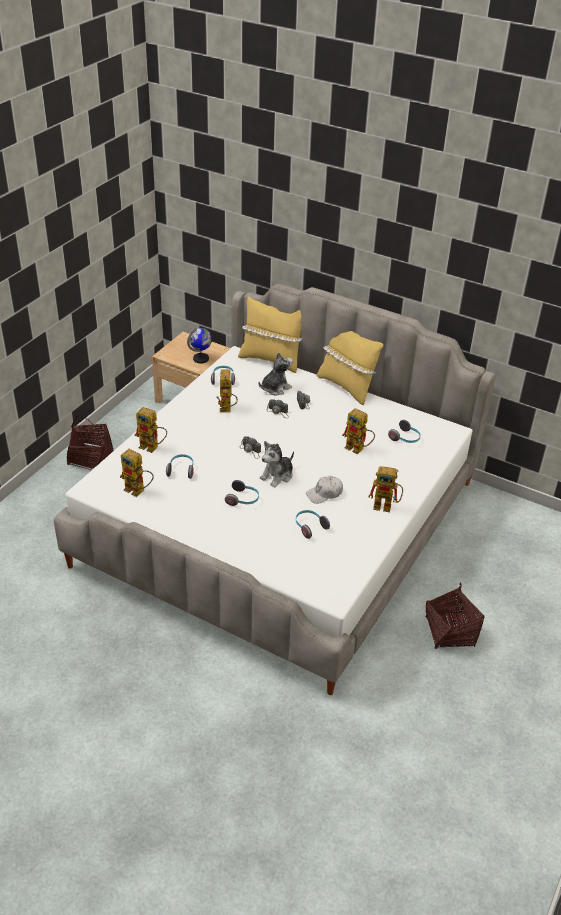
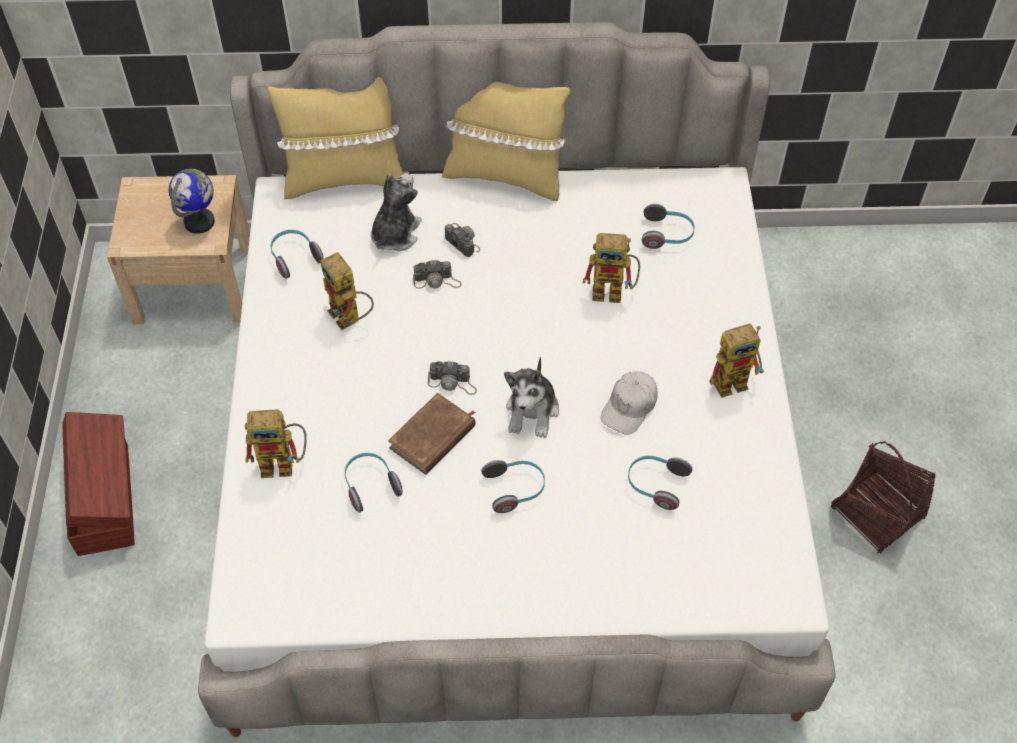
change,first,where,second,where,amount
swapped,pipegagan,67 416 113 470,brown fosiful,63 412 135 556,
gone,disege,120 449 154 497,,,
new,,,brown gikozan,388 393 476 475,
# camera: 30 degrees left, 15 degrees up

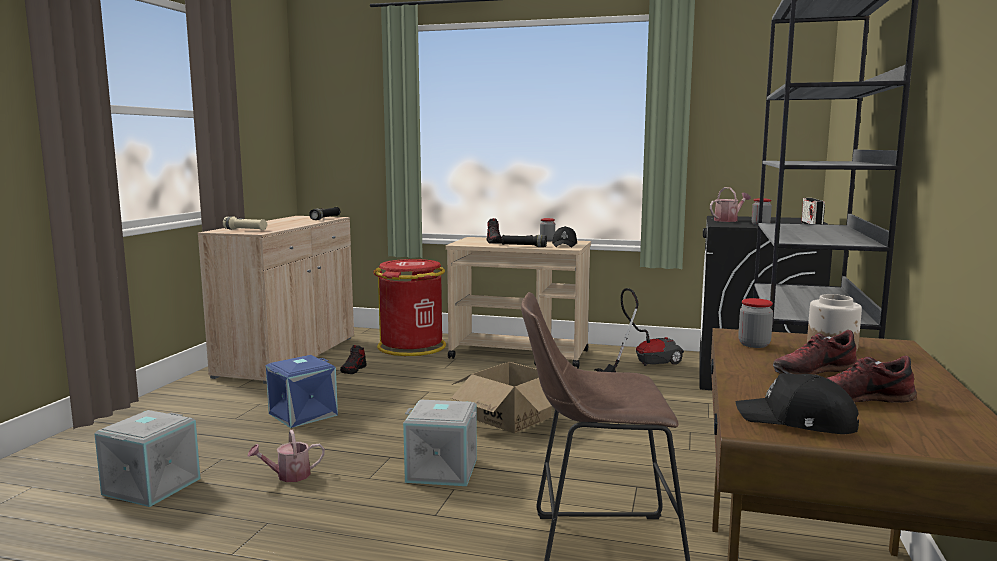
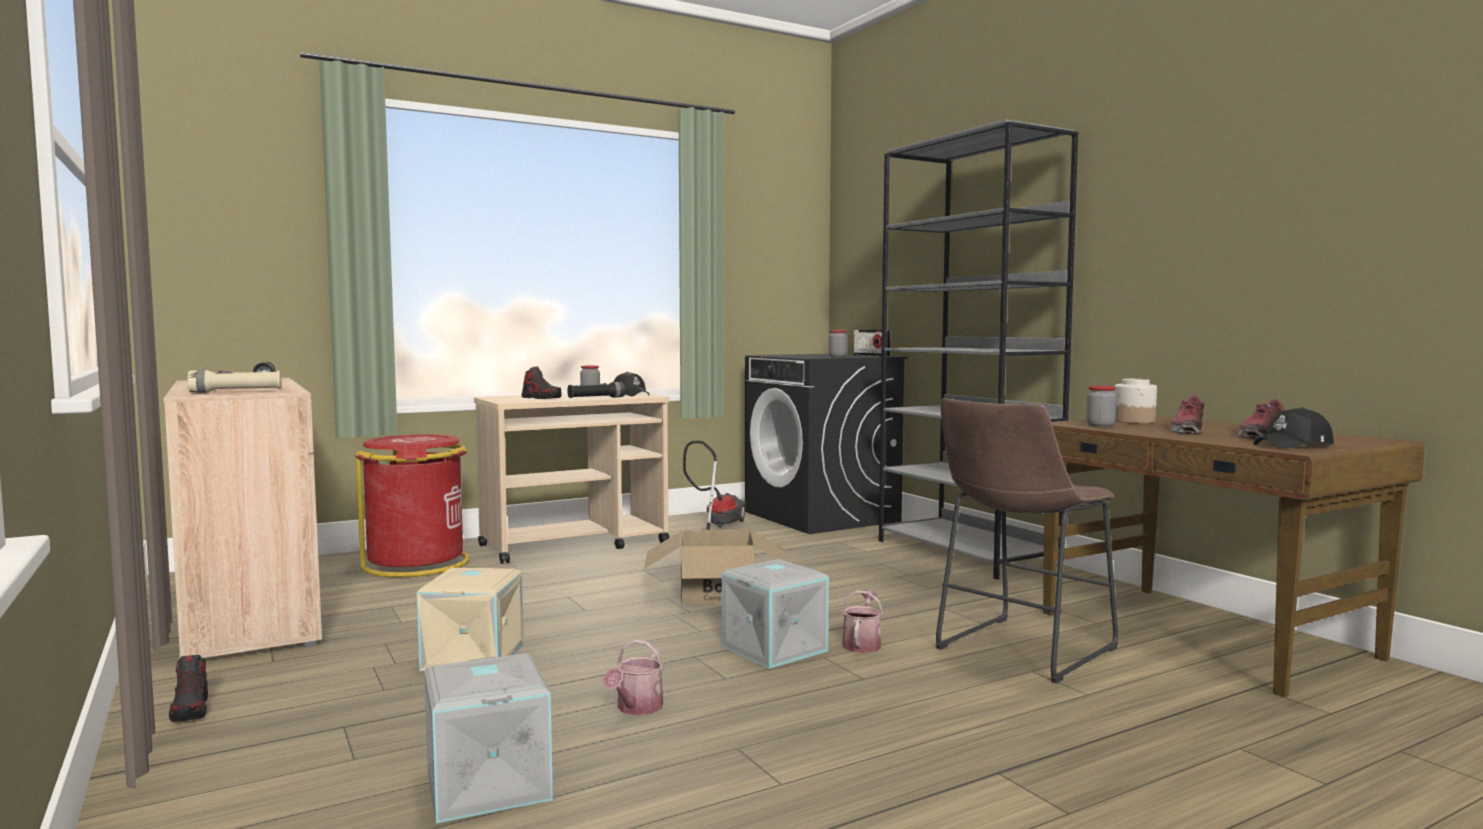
change,first,where,second,where,amount
repainted,blue fosiful,266 355 338 428,beige fosiful,417 568 524 671,
shifted,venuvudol,340 345 366 374,,169 655 208 722,
shifted,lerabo,710 187 751 222,,841 590 884 653,
# camera: 45 degrees left, 5 degrees down

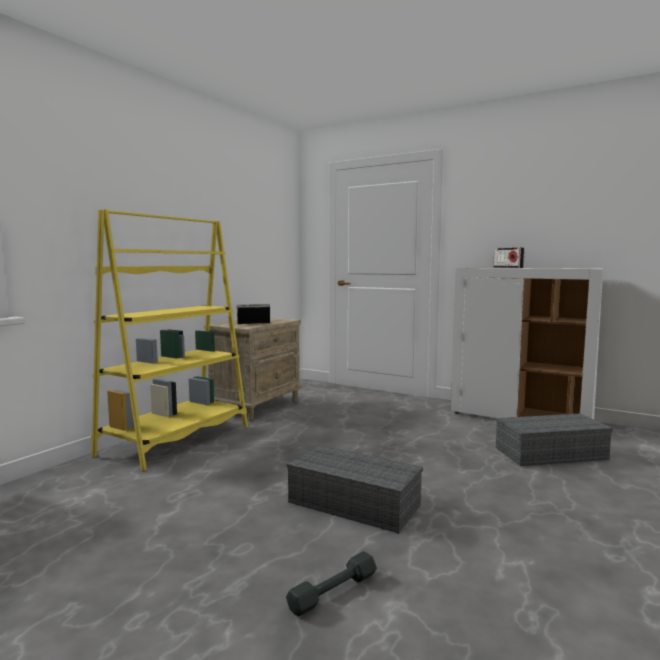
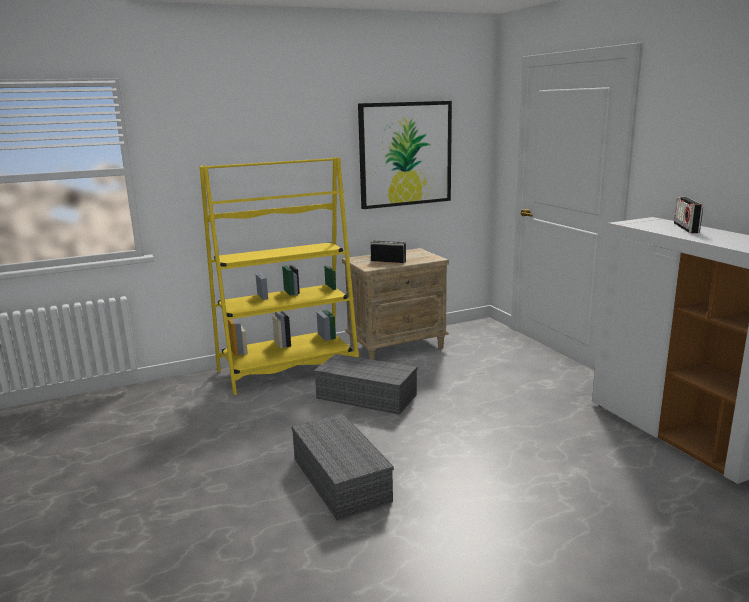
change,first,where,second,where,amount
gone,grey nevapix,286 551 377 616,,,
shifted,grey fosiful,496 414 613 466,,314 354 417 415,
new,,,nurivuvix,358 101 452 209,
# camera: 35 degrees right, 10 degrees up

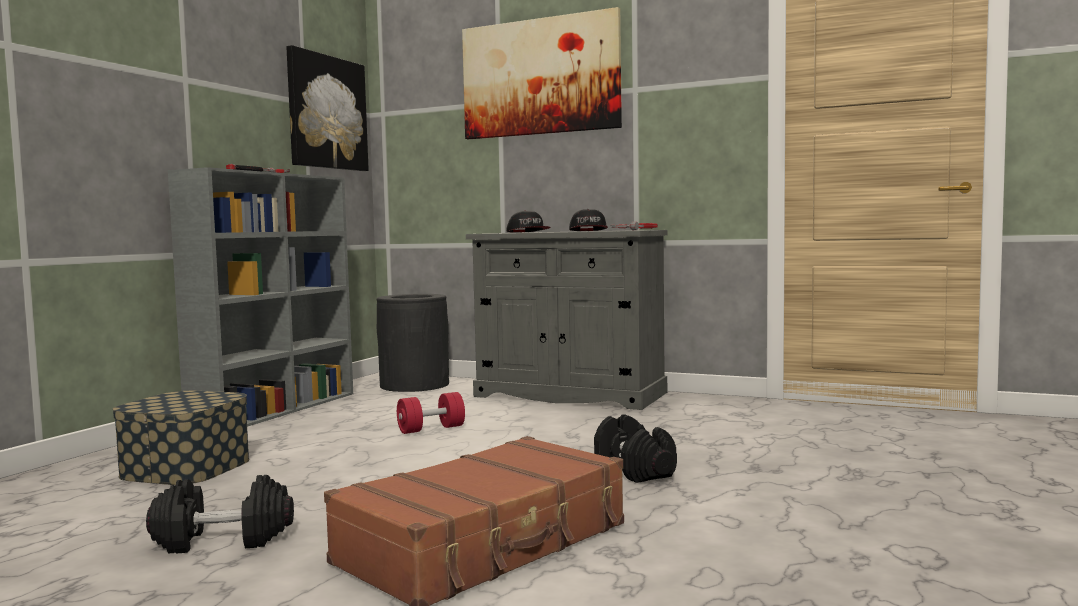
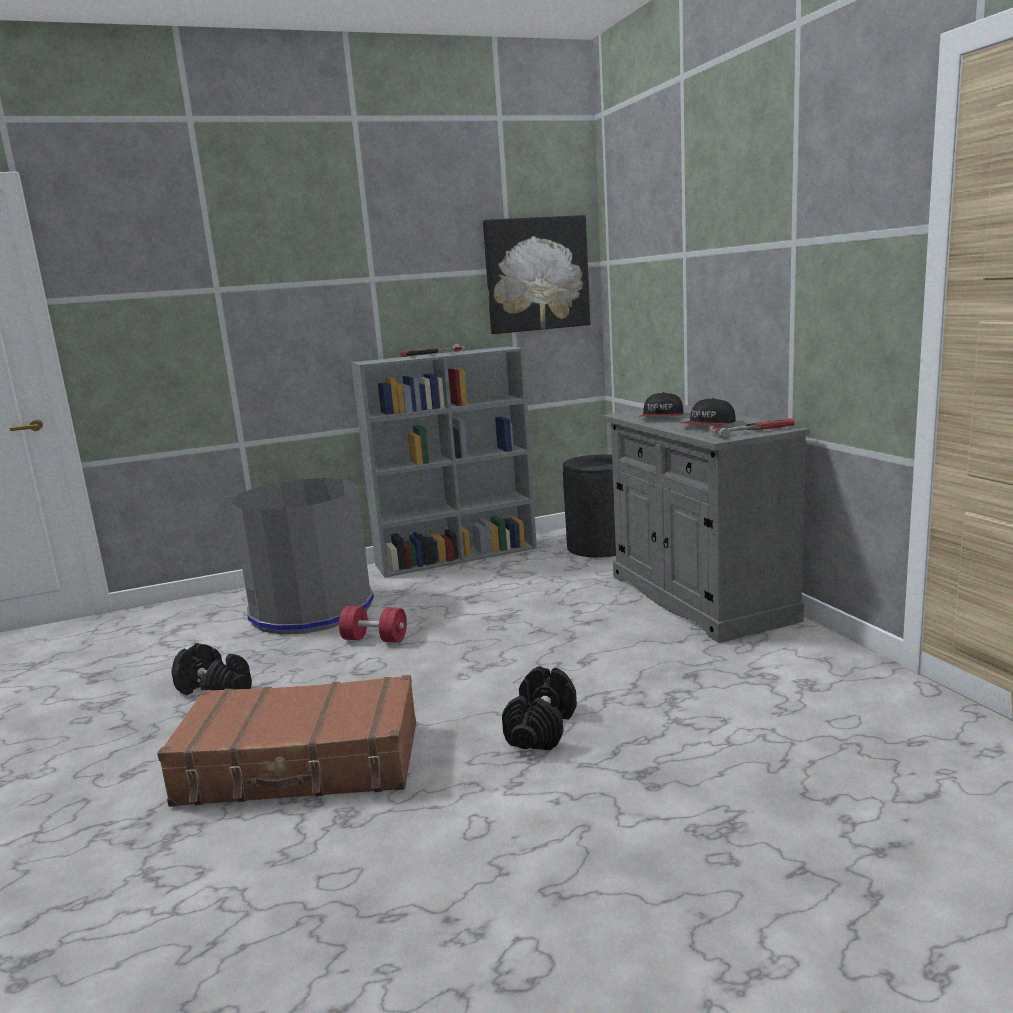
change,first,where,second,where,amount
swapped,fosiful,112 391 249 485,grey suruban,232 478 374 634,
shifted,red nevapix,397 392 465 434,,339 606 407 643,
gone,nurivuvix,462 7 622 139,,,
# camera: 45 degrees right, 10 degrees up

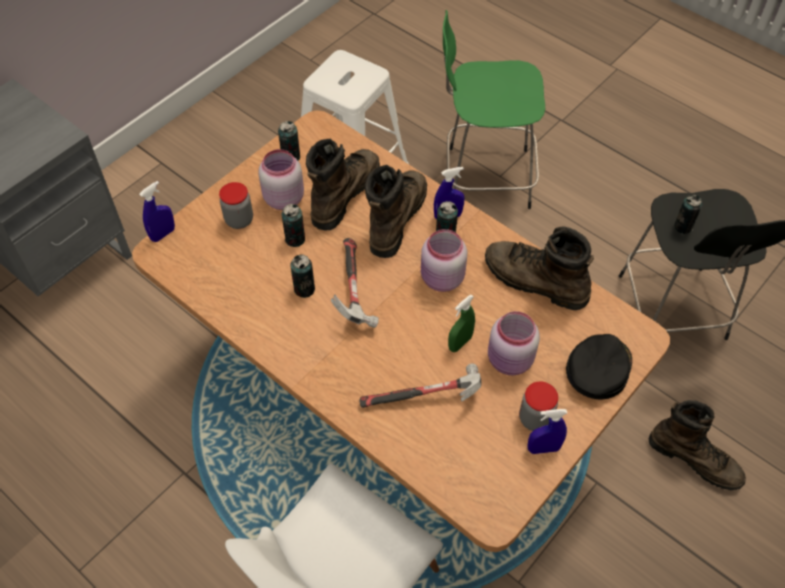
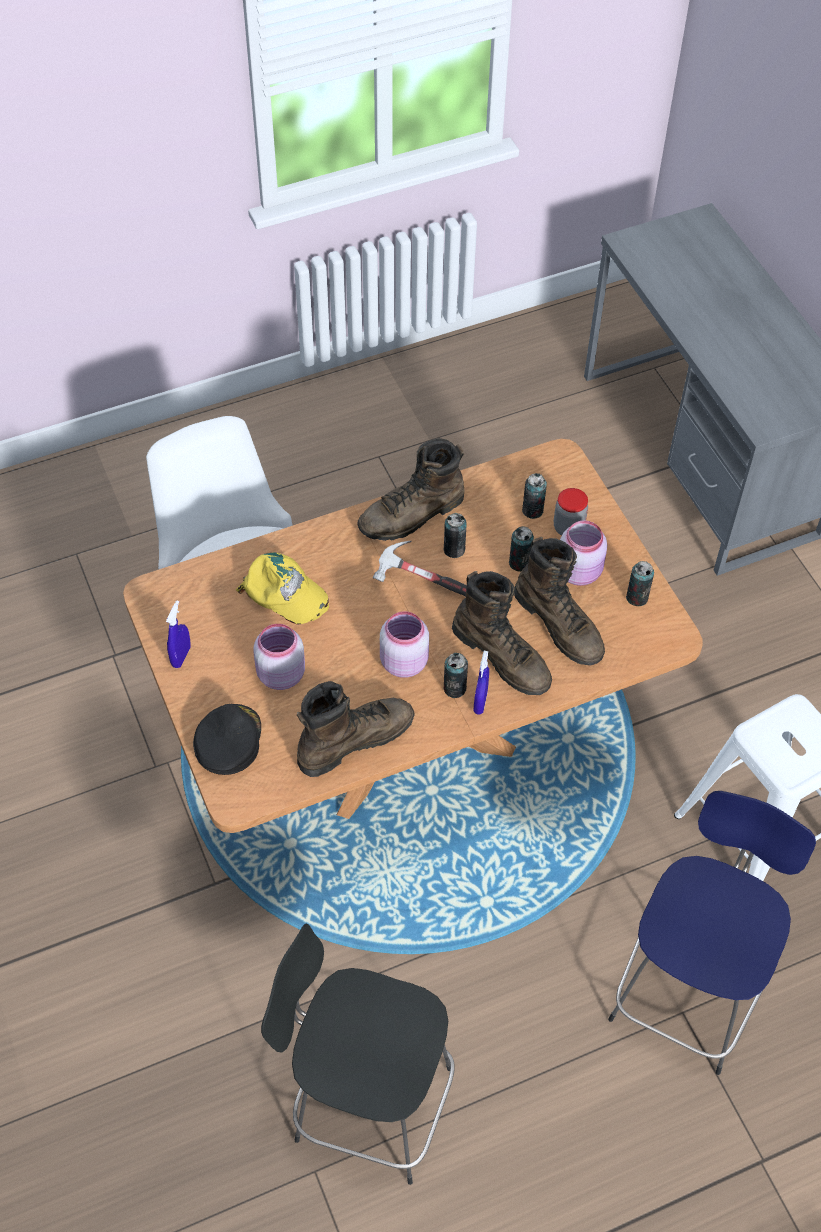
change,first,where,second,where,amount
gone,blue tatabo,139 181 175 242,,,
swapped,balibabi,359 363 481 408,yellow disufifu,236 552 329 624,
repainted,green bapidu,443 10 545 209,blue bapidu,608 791 816 1075,
gone,green tatabo,448 295 475 352,,,
gone,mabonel,519 382 558 431,,,
rotated,black disufifu,566 333 632 400,,193 704 261 775,135 degrees counterclockwise
shifted,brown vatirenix,649 400 746 490,,357 438 464 541,
shifted,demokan,674 195 703 234,,522 473 547 519,
# camera: 115 degrees right, 0 degrees up

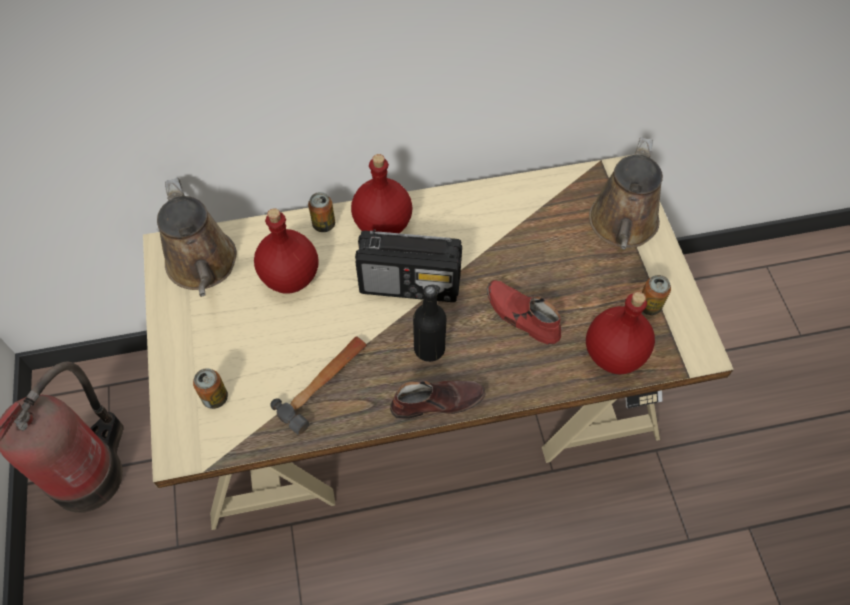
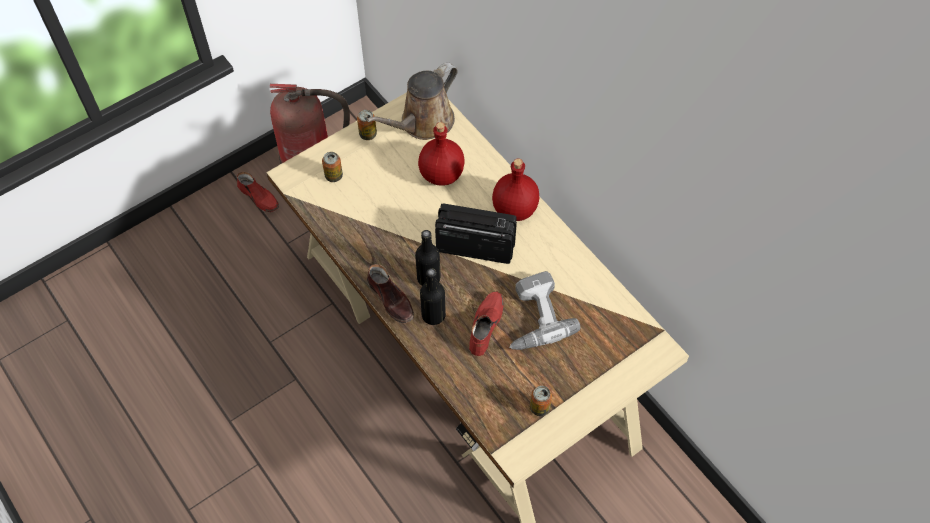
change,first,where,second,where,amount
gone,balibabi,271 336 367 435,,,
shifted,demokan,308 192 335 232,,357 110 377 140,
rotated,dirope,355 229 462 302,,435 203 517 264,120 degrees clockwise
gone,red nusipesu,586 292 655 374,,,
gone,brown lerabo,589 137 663 250,,,
new,,,red venuvudol,237 172 279 212,
new,,,black nusipesu,420 268 446 325,
new,,,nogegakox,509 271 580 350,
# camera: 65 degrees right, 0 degrees up

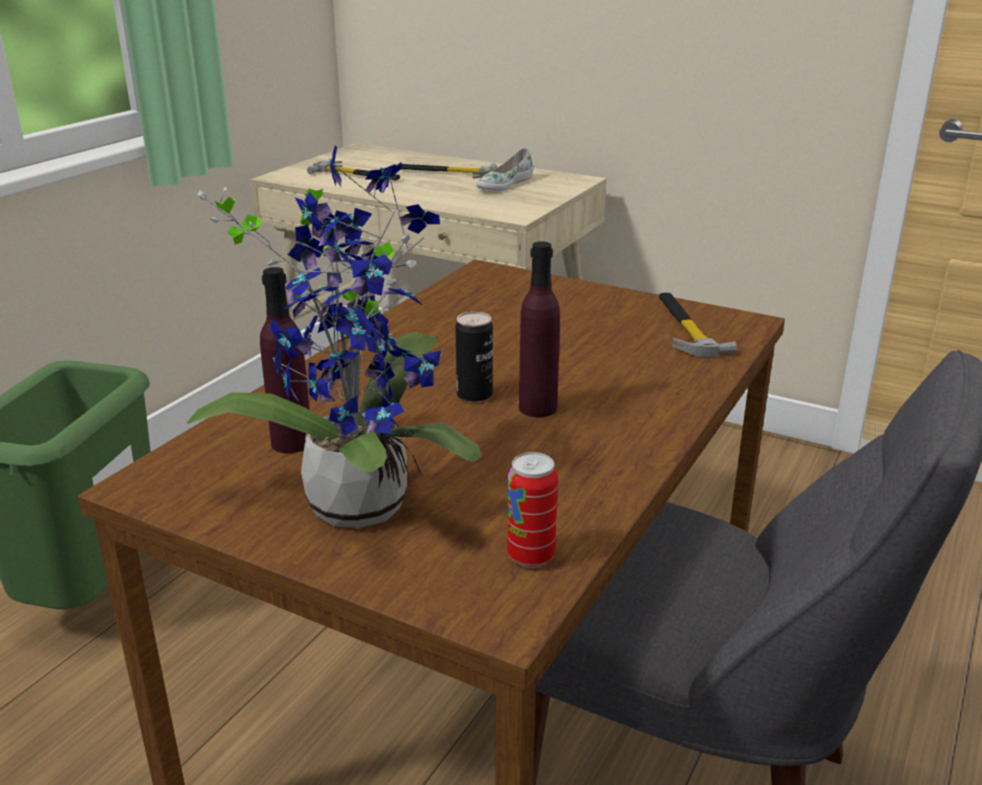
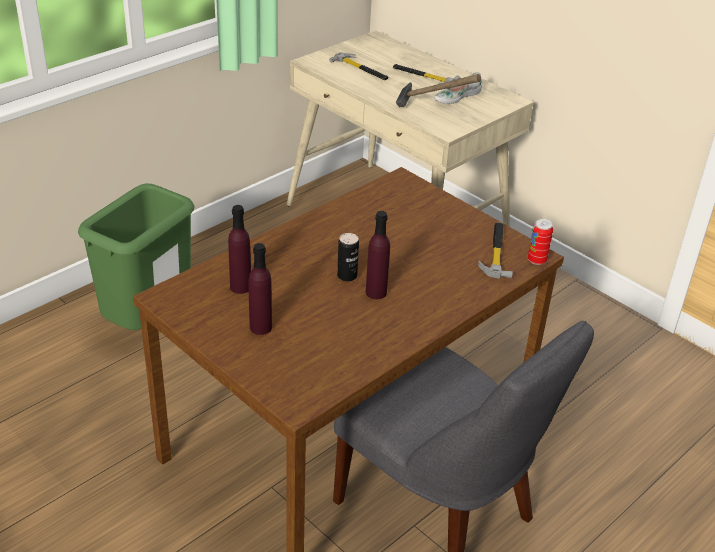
change,first,where,second,where,amount
swapped,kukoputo,187 146 481 528,purple nusipesu,248 243 272 335,
shifted,demokan,507 452 558 568,,528 219 553 265,
new,,,balibabi,396 74 481 108,
# camera: 15 degrees right, 10 degrees up

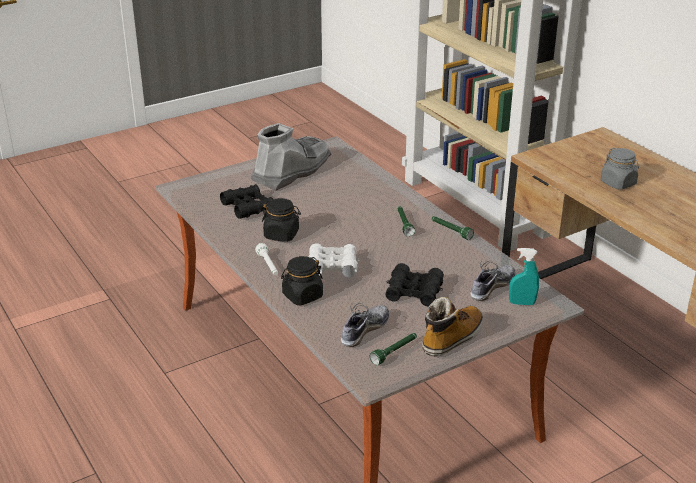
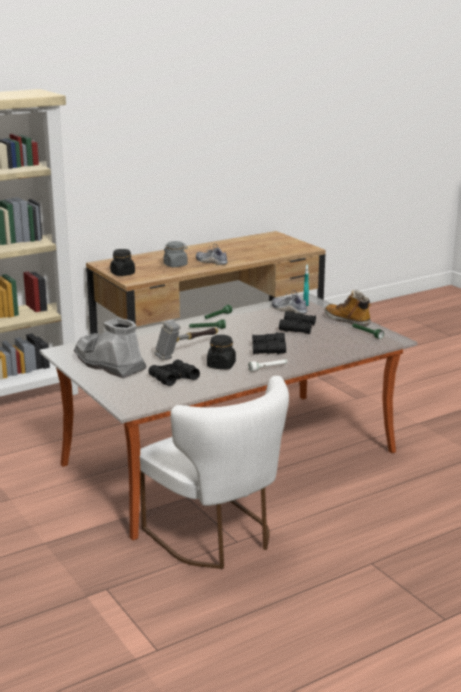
change,first,where,second,where,amount
shifted,black mabonel,281 256 323 305,,110 249 135 276,
repainted,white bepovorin,308 243 360 278,black bepovorin,252 332 286 354,
shifted,venuvudol,341 303 389 347,,196 244 228 265,
new,,,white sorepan,140 376 289 569,
new,,,balibabi,154 320 218 360,
# camera: 90 degrees left, 10 degrees down

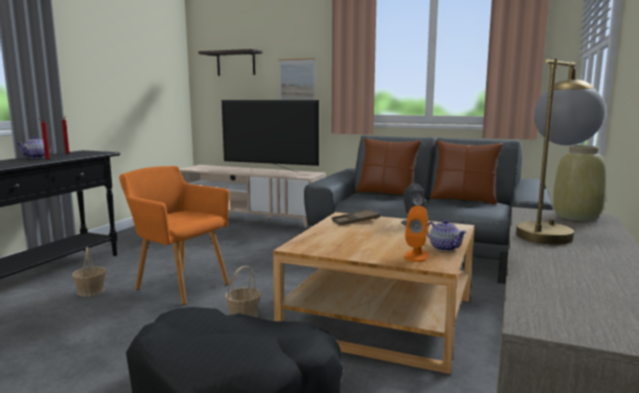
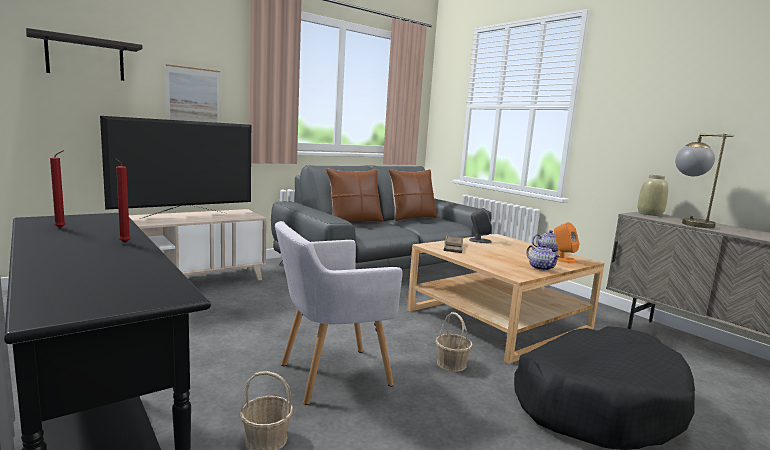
change,first,where,second,where,amount
shifted,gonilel,17 136 54 158,,526 244 561 271,
repainted,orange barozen,119 166 229 305,grey barozen,275 221 403 405,
# camera: 60 degrees left, 0 degrees up

